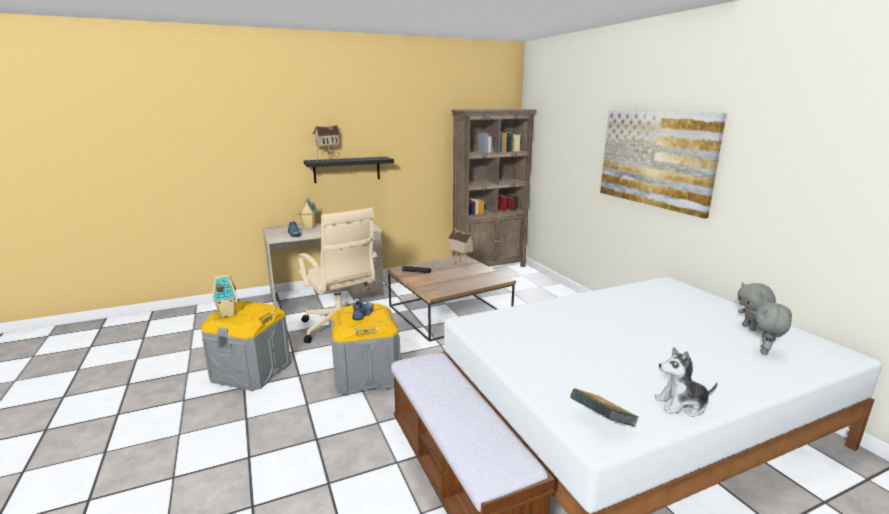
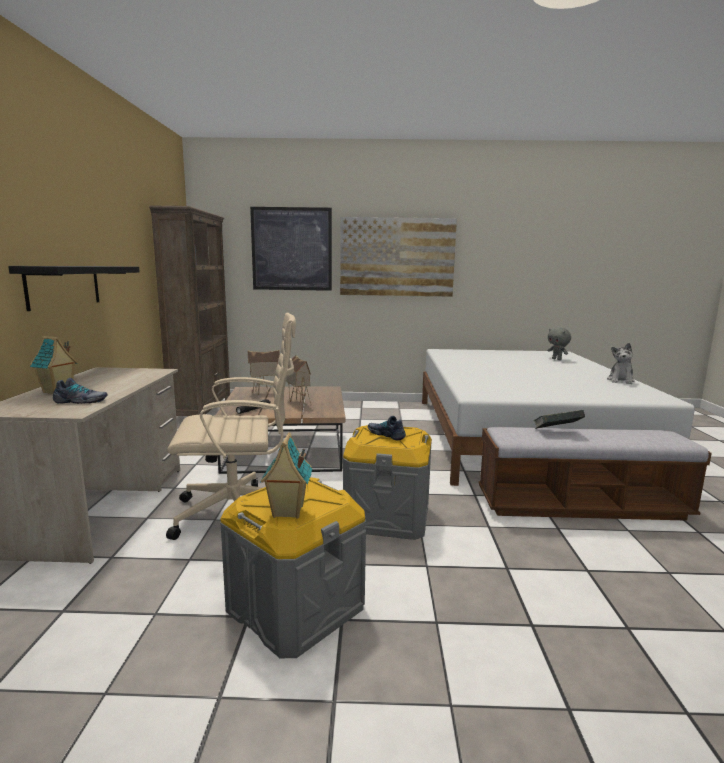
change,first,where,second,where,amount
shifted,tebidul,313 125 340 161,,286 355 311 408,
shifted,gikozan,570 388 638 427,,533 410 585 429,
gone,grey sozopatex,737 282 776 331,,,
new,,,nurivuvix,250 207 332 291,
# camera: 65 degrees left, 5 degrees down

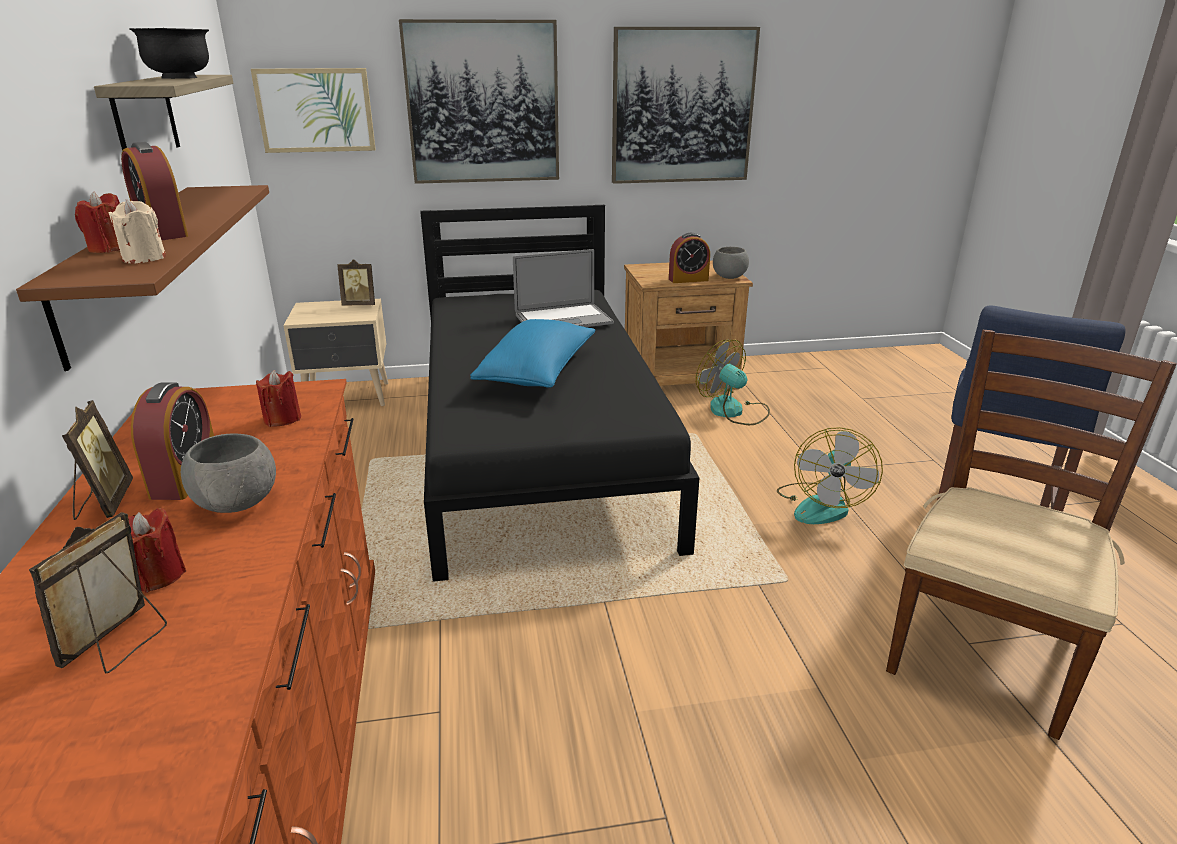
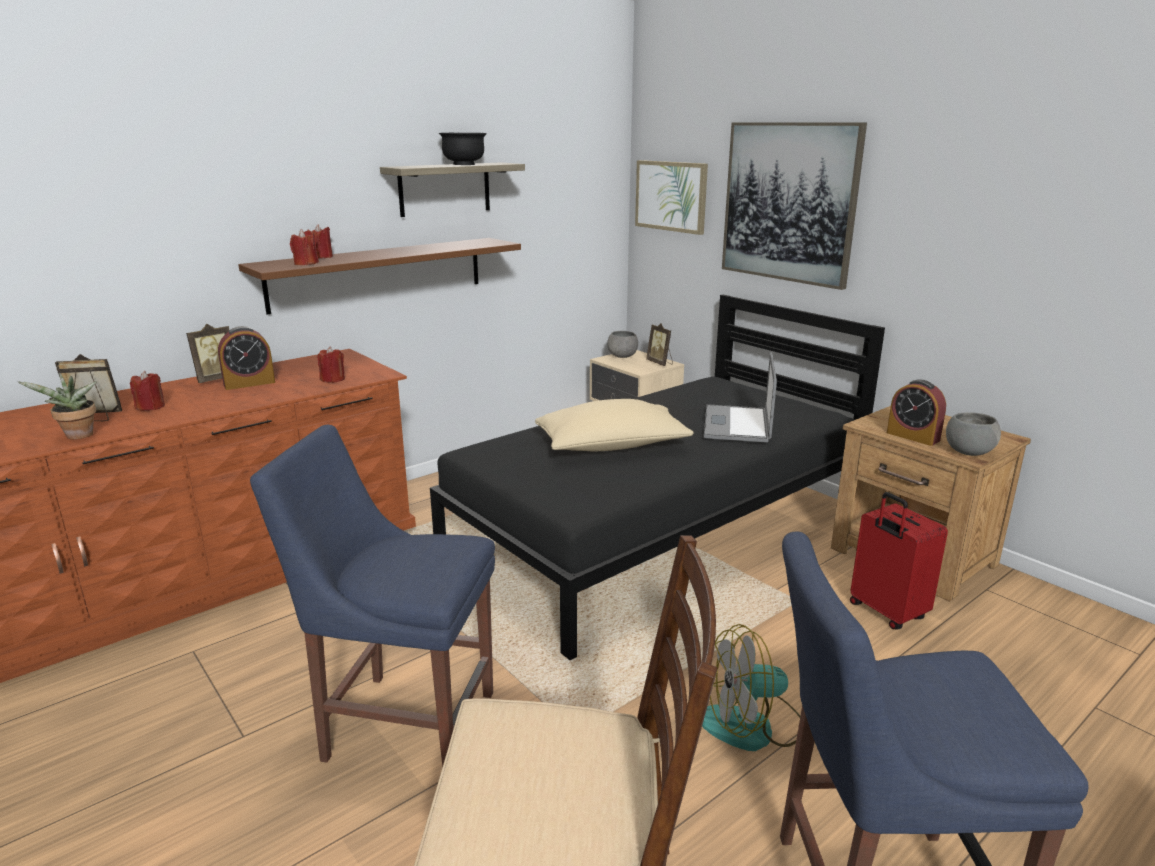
change,first,where,second,where,amount
repainted,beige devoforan,108 199 166 264,red devoforan,290 229 319 265,
gone,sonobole,121 142 188 240,,,
shifted,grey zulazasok,181 433 276 513,,607 331 638 358,
repainted,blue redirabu,470 319 595 388,beige redirabu,535 399 693 451,
rotated,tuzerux,513 249 614 327,,704 352 777 442,60 degrees clockwise
gone,nurivuvix,612 27 760 184,,,
swapped,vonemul,696 340 770 425,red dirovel,850 492 948 630,
new,,,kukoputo,18 373 97 439,
new,,,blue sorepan,250 425 495 767,
# camera: 60 degrees right, 5 degrees down

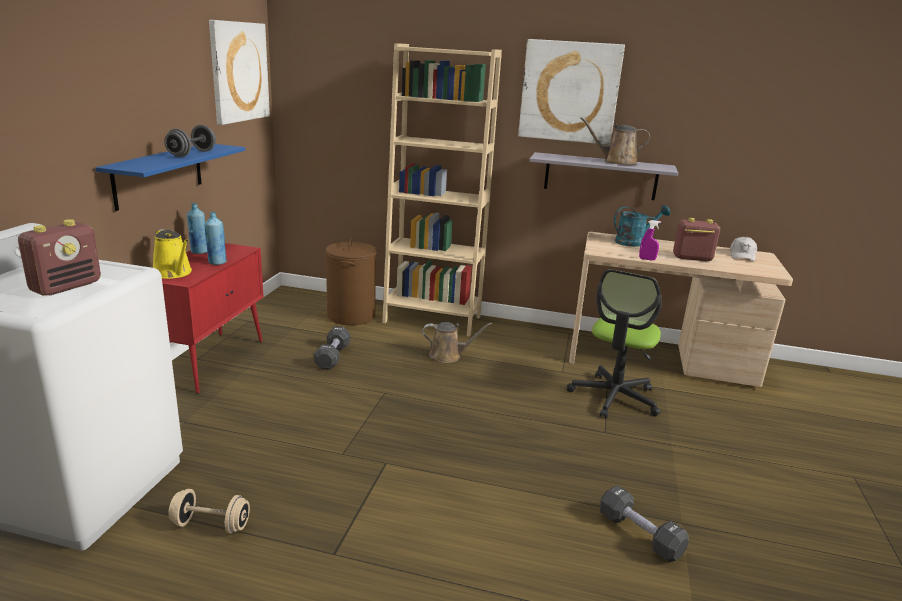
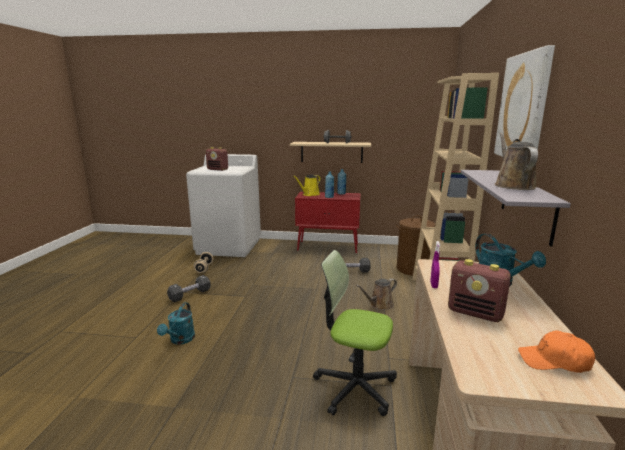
change,first,where,second,where,amount
repainted,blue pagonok,95 144 245 211,beige pagonok,290 142 371 163,
gone,nurivuvix,209 20 270 125,,,
rotated,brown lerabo,422 322 492 363,,356 278 397 310,60 degrees clockwise
shifted,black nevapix,600 485 689 563,,167 275 211 302,
rotated,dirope,673 218 720 261,,448 259 511 322,120 degrees clockwise
repainted,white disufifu,729 236 757 261,orange disufifu,518 330 595 373,
new,,,turquoise lerabo,157 302 195 345,
# camera: 85 degrees right, 5 degrees down

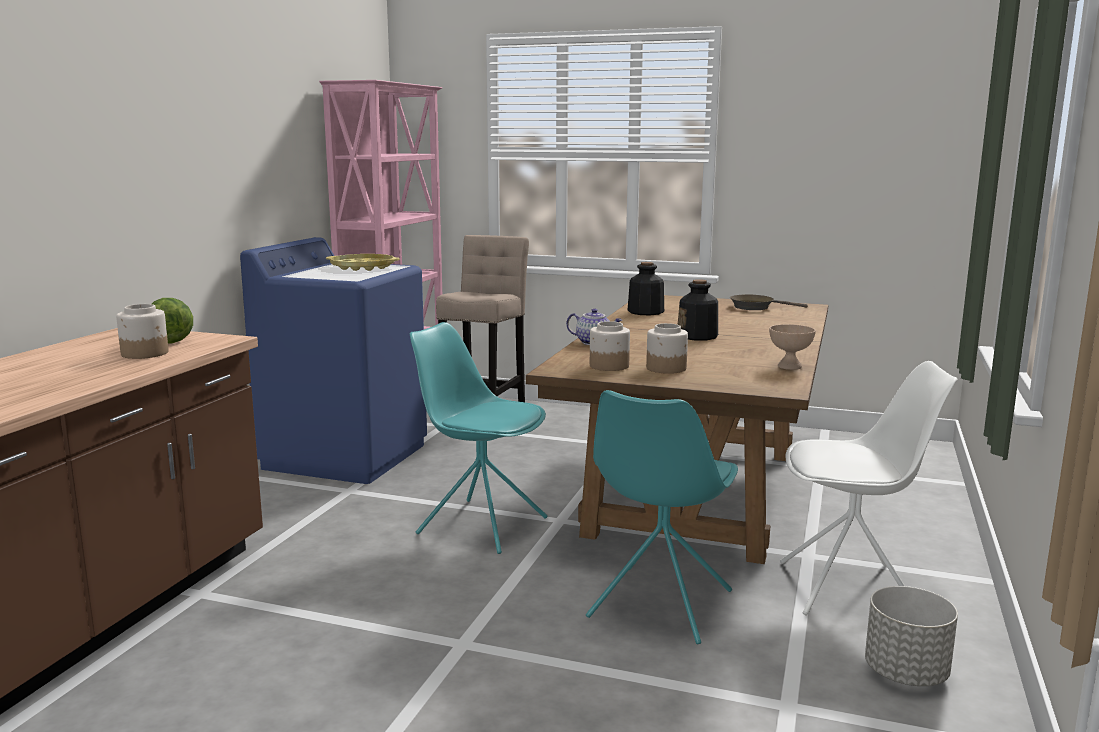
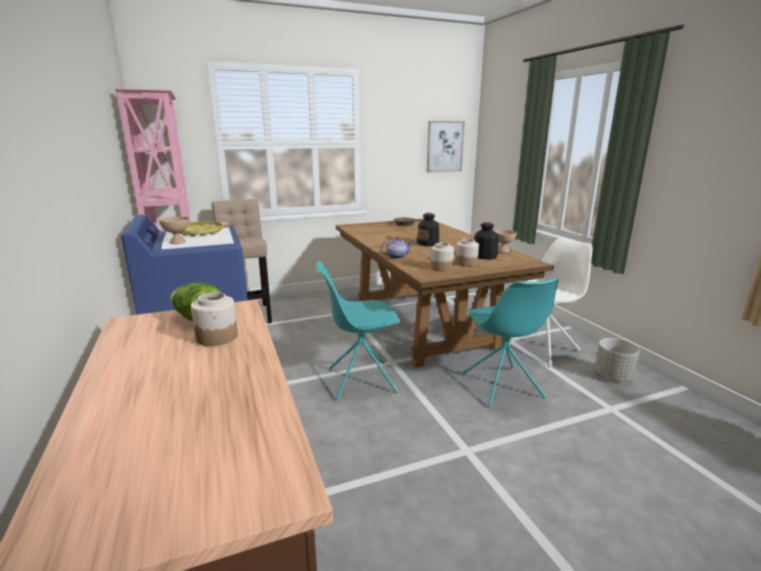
change,first,where,second,where,amount
shifted,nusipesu,628 262 664 315,,474 222 499 259,
new,,,beige zulazasok,159 216 189 244,
new,,,nurivuvix,427 121 465 172,
# camera: 40 degrees left, 5 degrees up

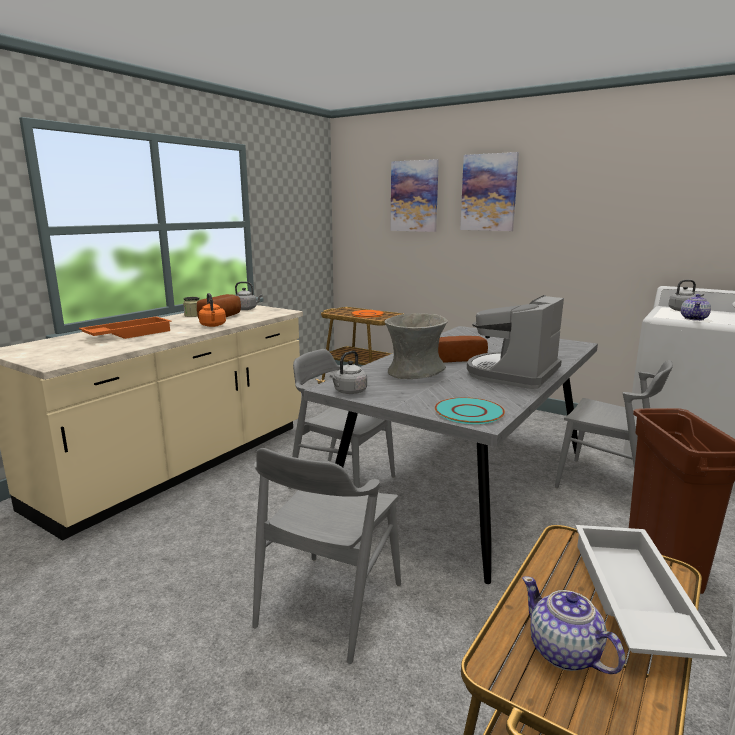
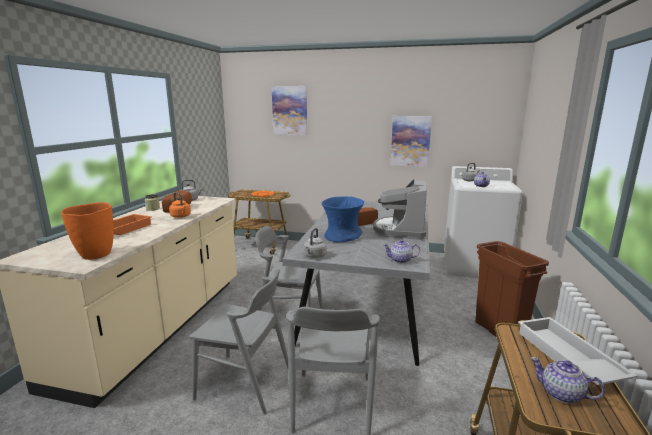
change,first,where,second,where,amount
repainted,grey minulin,384 313 448 379,blue minulin,322 196 364 242,
swapped,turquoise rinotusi,435 397 505 424,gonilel,383 240 420 263,
shifted,nurivuvix,460 152 519 231,,391 116 432 167,
shifted,grey sorepan,555 360 673 488,,189 269 288 414,
new,,,orange minulin,61 202 114 260,
# camera: 20 degrees left, 0 degrees up

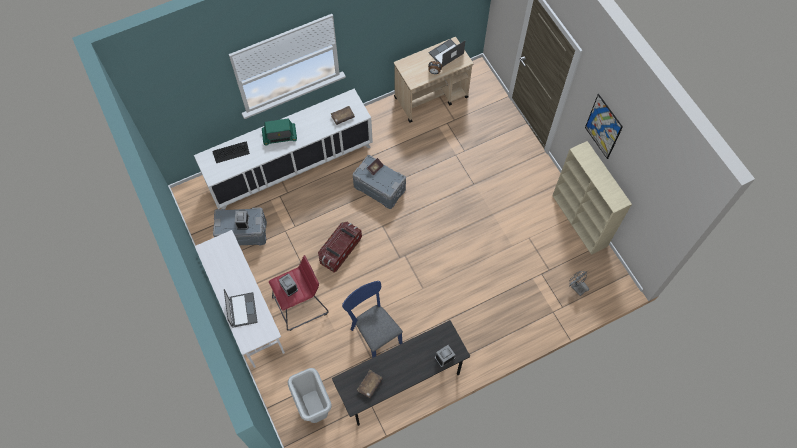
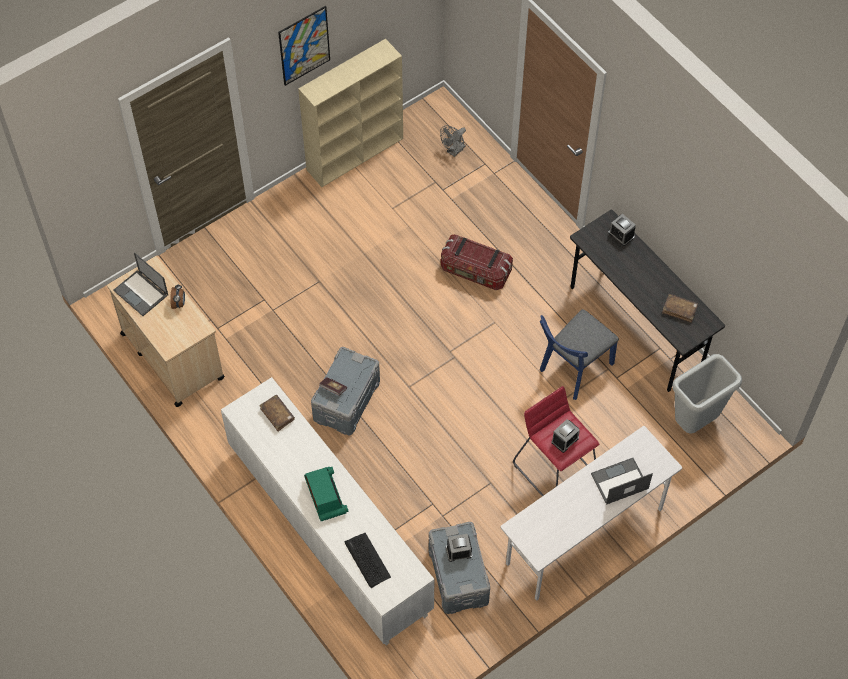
change,first,where,second,where,amount
shifted,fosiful,318 222 362 273,,441 234 513 290,
# camera: 100 degrees left, 5 degrees down

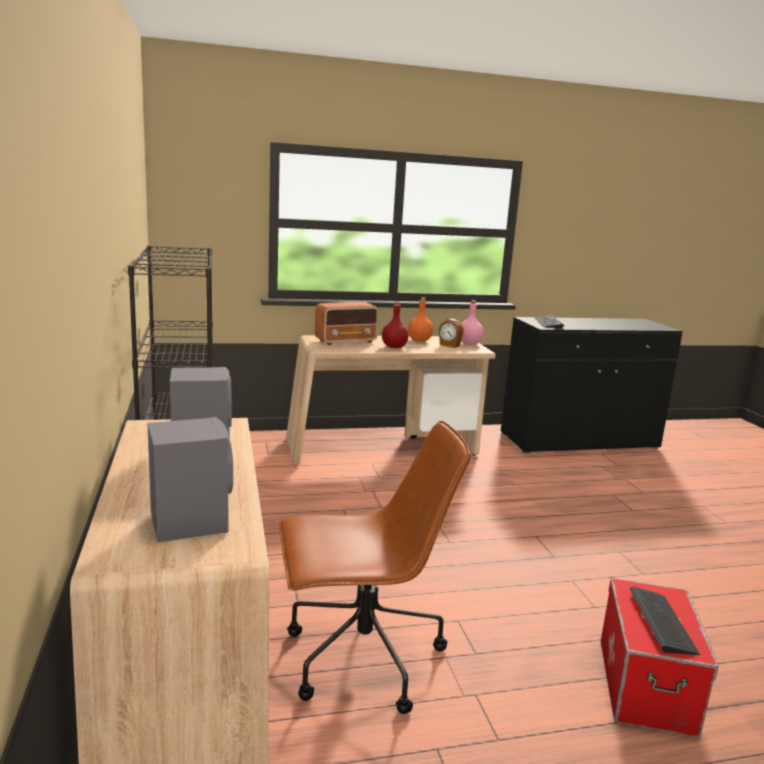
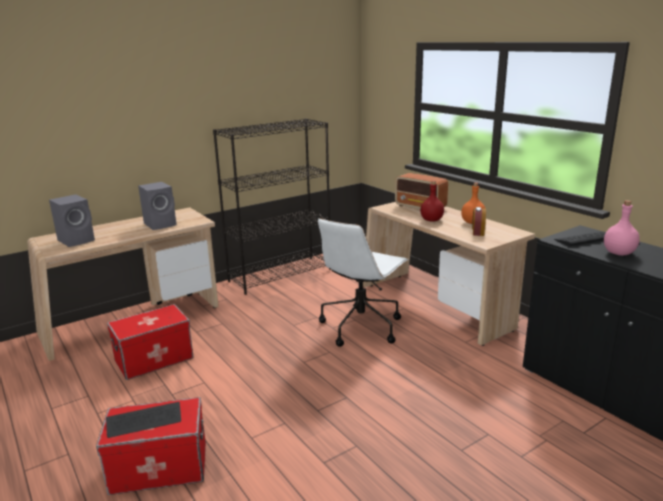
change,first,where,second,where,amount
swapped,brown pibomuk,279 421 471 714,fosiful,107 304 194 380,
shifted,pink nusipesu,461 300 483 344,,604 200 640 256,
new,,,white pibomuk,318 218 409 347,
# camera: 70 degrees right, 5 degrees up

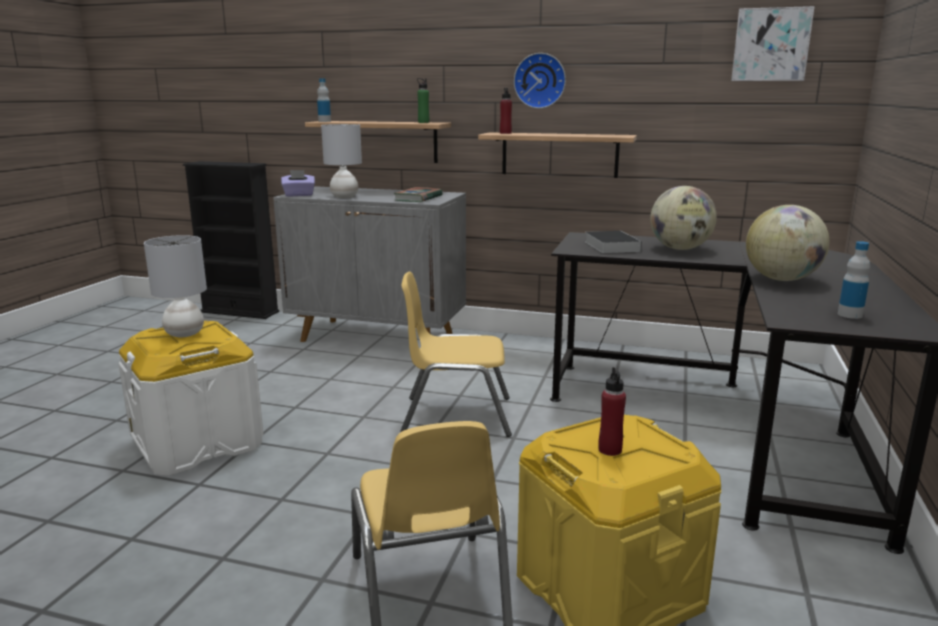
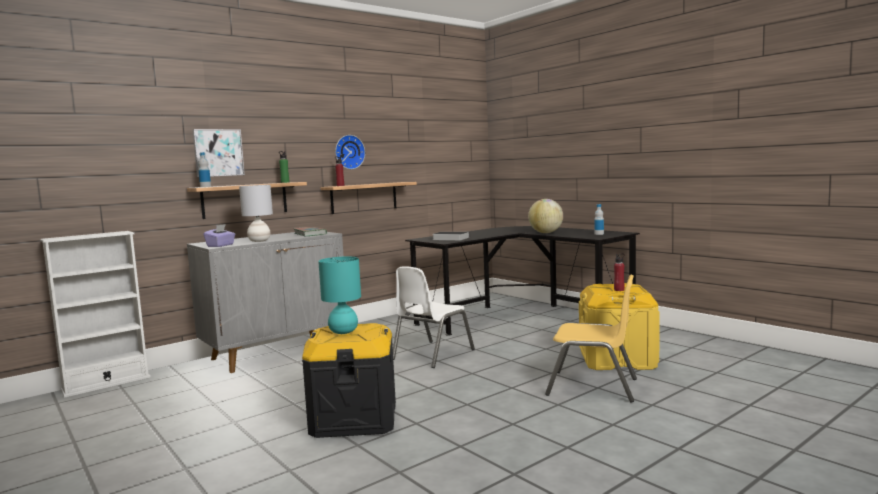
change,first,where,second,where,amount
repainted,white fosiful,118 321 264 476,black fosiful,302 323 396 438,
repainted,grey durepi,144 235 207 337,turquoise durepi,318 257 361 334,
repainted,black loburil,183 161 279 319,white loburil,40 231 151 398,
repainted,yellow sorepan,400 272 512 437,white sorepan,393 266 475 368,
gone,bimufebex,650 186 717 250,,,
shifted,nurivuvix,731 6 815 81,,192 129 245 177,
# camera: 55 degrees left, 10 degrees down

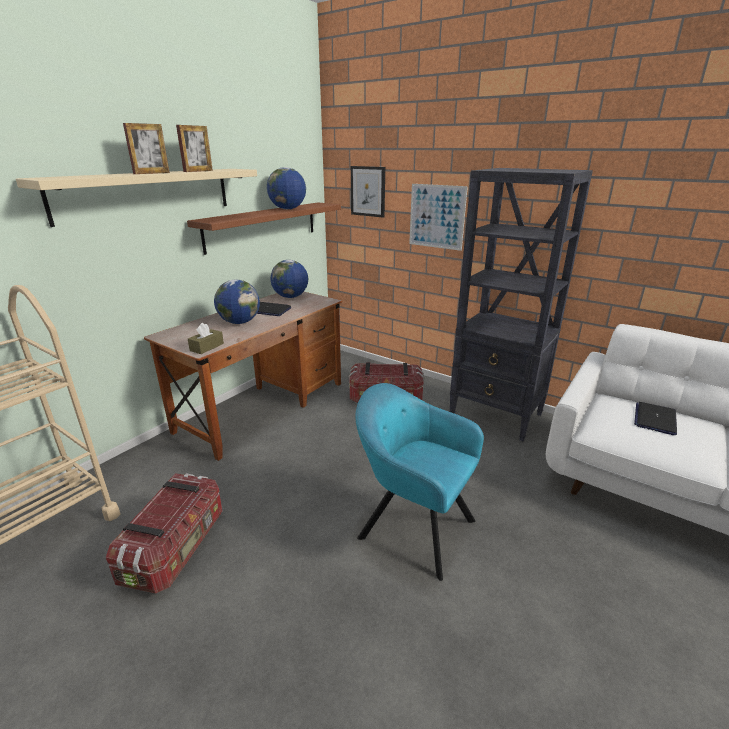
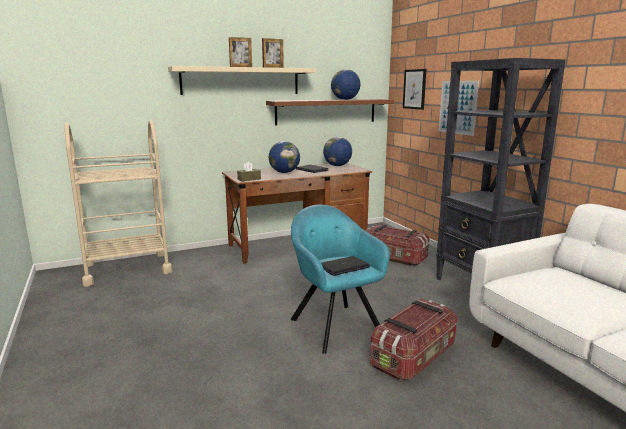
change,first,where,second,where,amount
shifted,fosiful,106 473 223 594,,370 298 458 380,
shifted,tuzerux,634 402 677 435,,321 256 370 276,
# camera: 30 degrees right, 10 degrees down

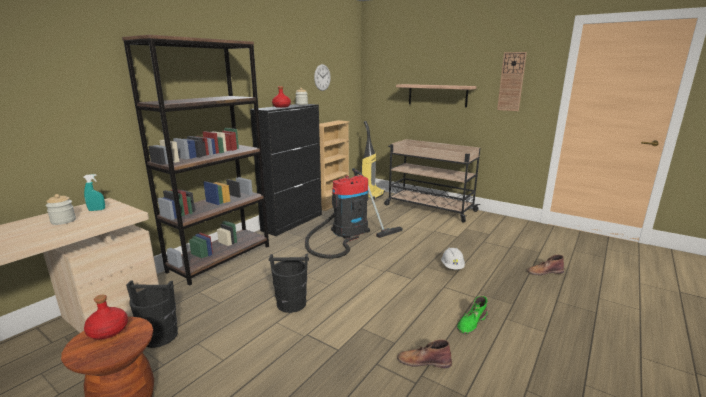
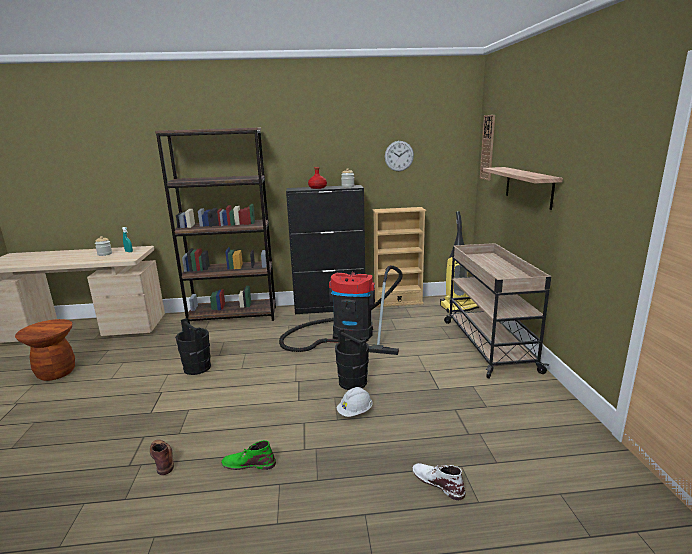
change,first,where,second,where,amount
gone,red nusipesu,84 295 128 340,,,
shifted,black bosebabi,126 281 178 348,,335 328 369 390,
shifted,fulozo,497 52 527 111,,480 115 495 181,
repainted,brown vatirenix,527 255 564 275,white vatirenix,412 463 466 500,
# camera: 50 degrees right, 0 degrees up

